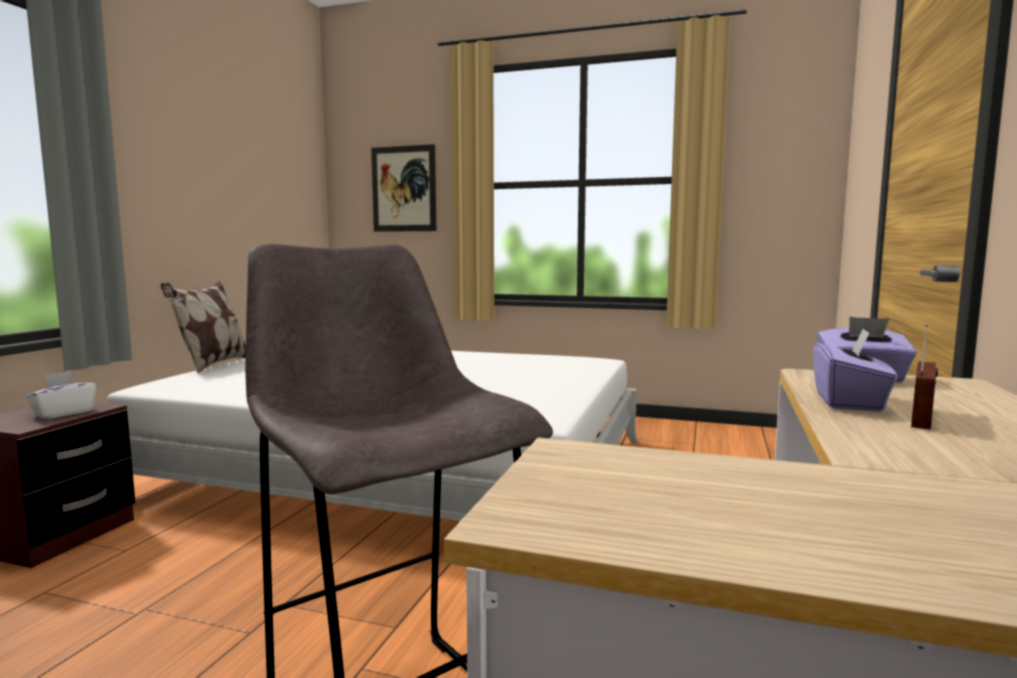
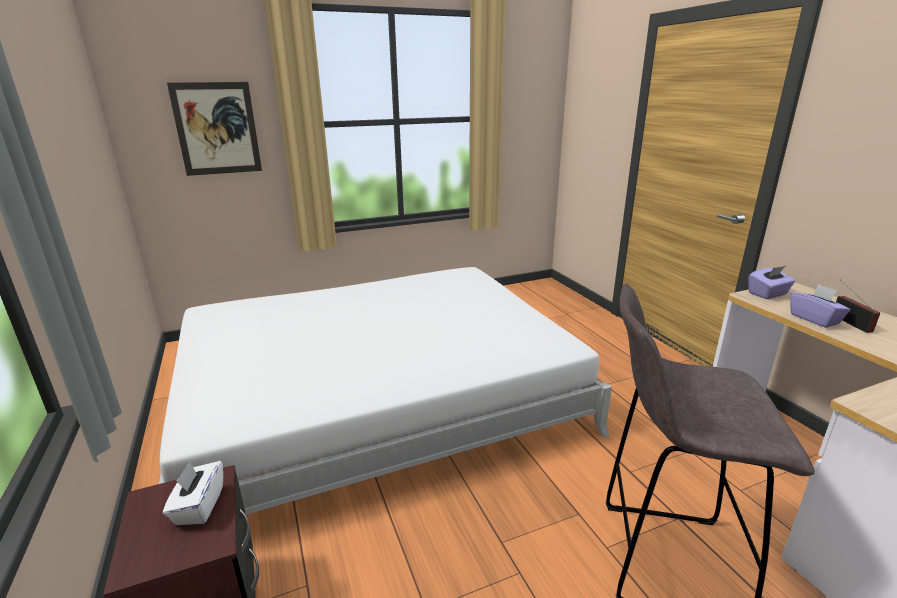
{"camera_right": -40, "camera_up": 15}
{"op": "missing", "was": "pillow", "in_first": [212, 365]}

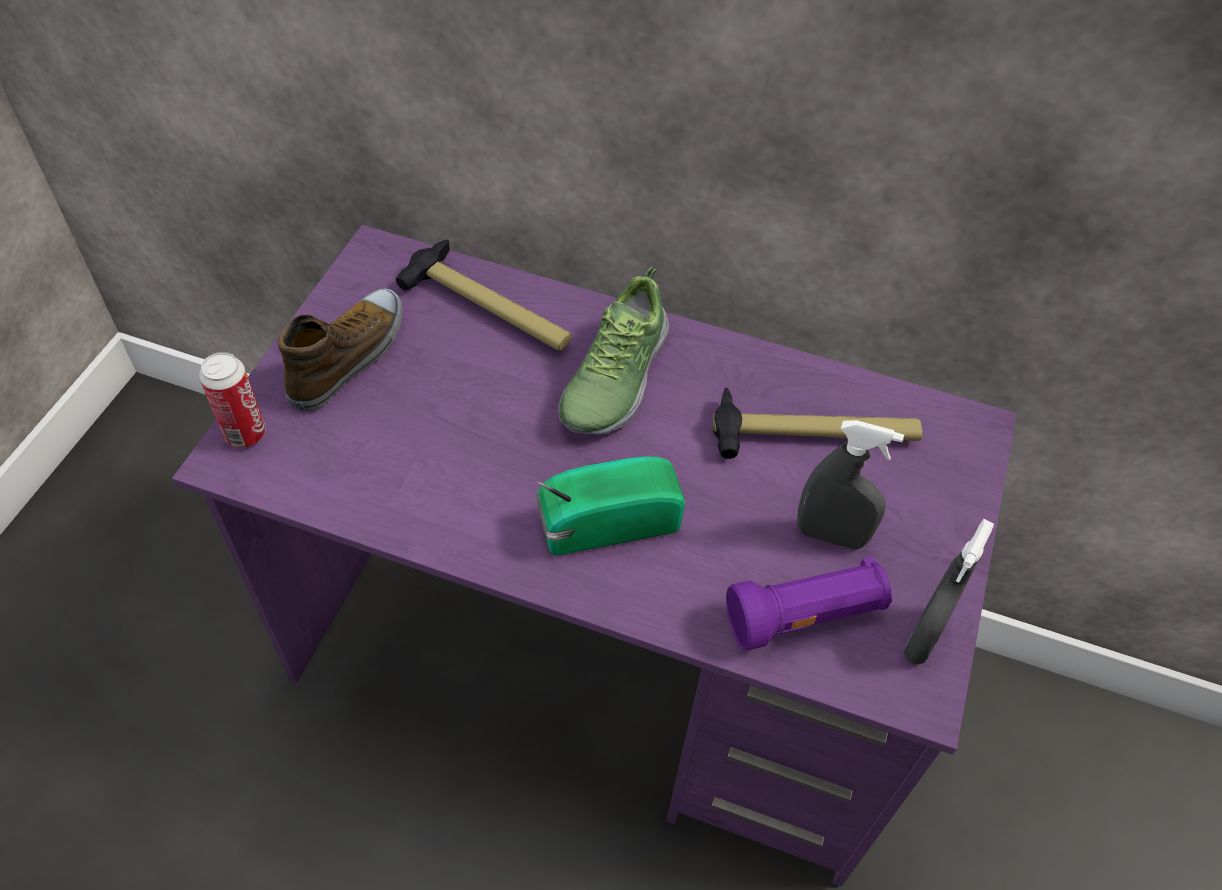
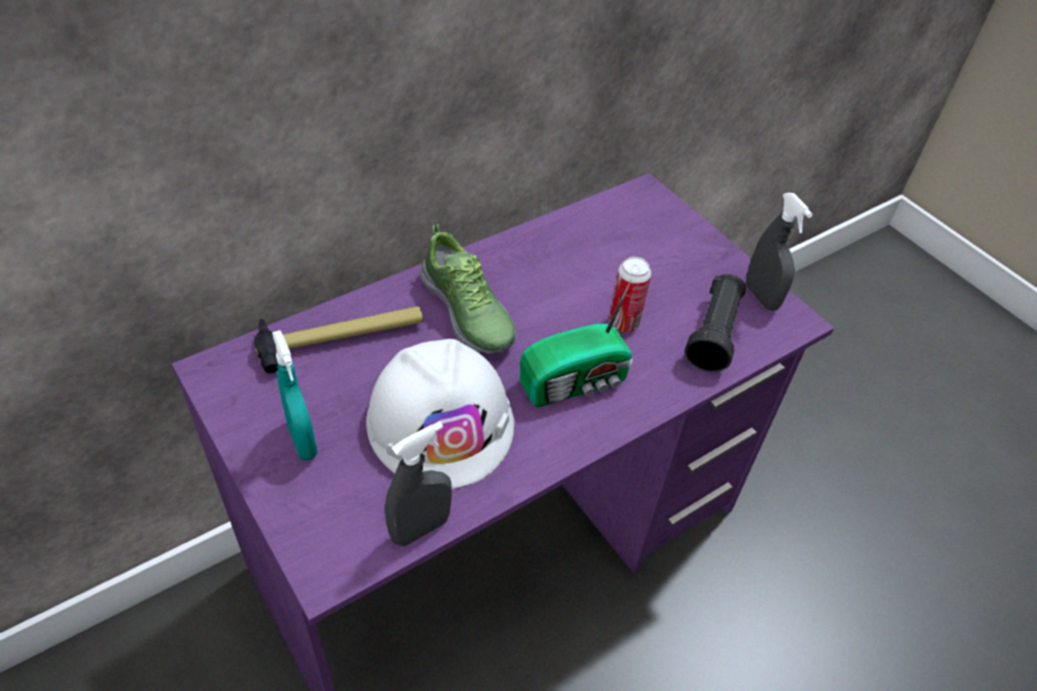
{"camera_right": -55, "camera_up": -5}
{"op": "missing", "was": "hammer", "in_first": [814, 434]}
{"op": "appeared", "now": "hard hat/white", "in_second": [441, 421]}
{"op": "relocated", "was": "can", "in_first": [245, 434], "in_second": [623, 323]}
{"op": "relocated", "was": "spray bottle/grey", "in_first": [831, 535], "in_second": [420, 528]}
{"op": "exchanged", "was": "shoe", "now": "spray bottle/turquoise", "in_first": [349, 357], "in_second": [302, 440]}
{"op": "colour", "was": "flashlight/purple", "now": "flashlight/black", "in_first": [805, 616], "in_second": [714, 334]}
{"op": "spun", "was": "radio", "in_first": [604, 522], "in_second": [577, 382], "clockwise": -135}

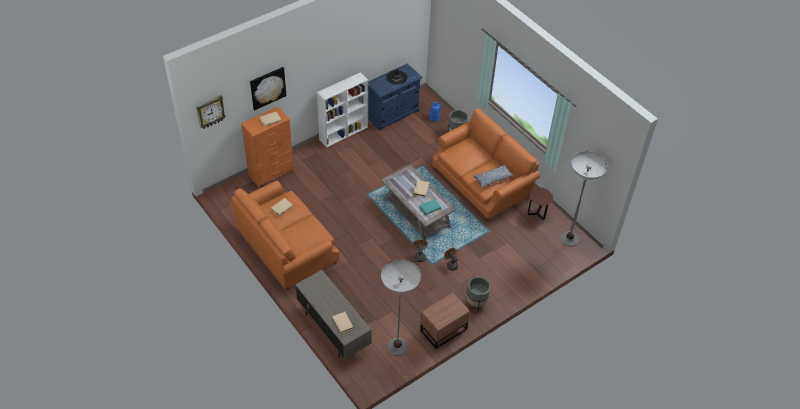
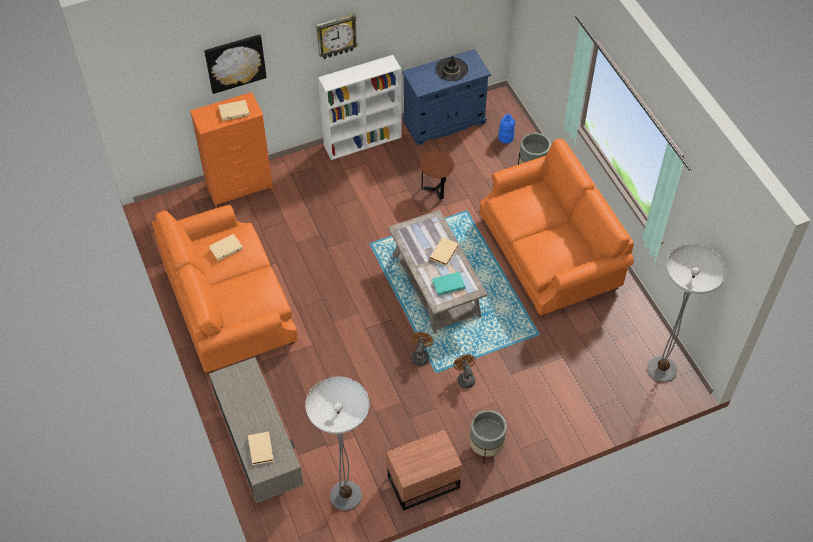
{"camera_right": 15, "camera_up": 5}
{"op": "missing", "was": "pillow", "in_first": [492, 178]}
{"op": "relocated", "was": "wall clock", "in_first": [210, 112], "in_second": [336, 36]}
{"op": "relocated", "was": "side table/brown", "in_first": [537, 214], "in_second": [436, 189]}

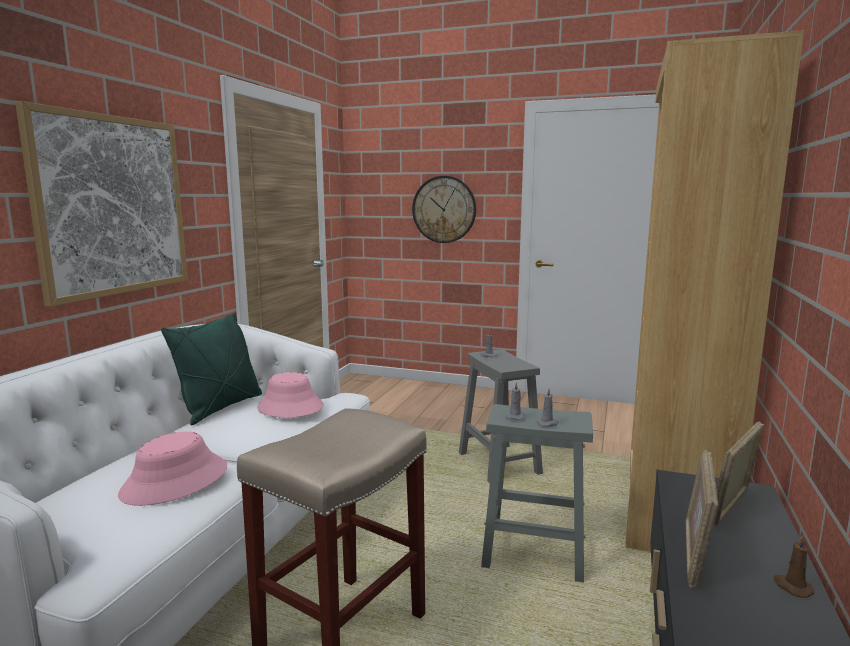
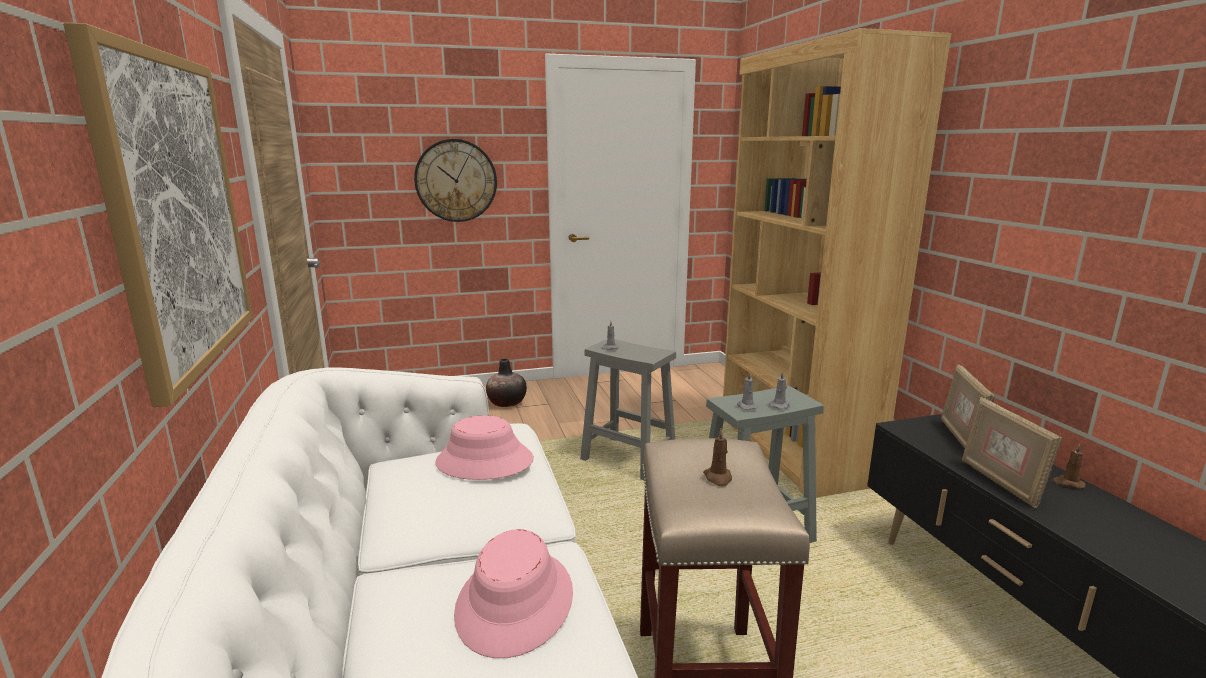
{"camera_right": -35, "camera_up": 5}
{"op": "missing", "was": "pillow/green", "in_first": [220, 407]}
{"op": "appeared", "now": "vase", "in_second": [507, 403]}
{"op": "appeared", "now": "candle/brown", "in_second": [718, 478]}

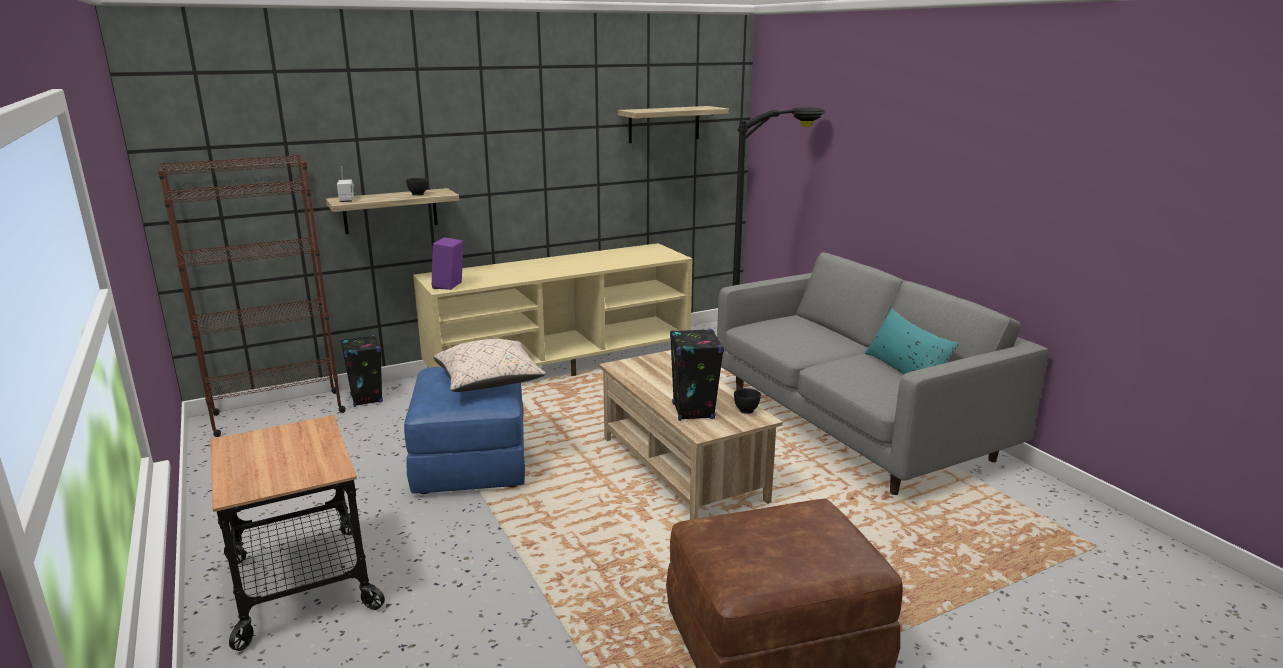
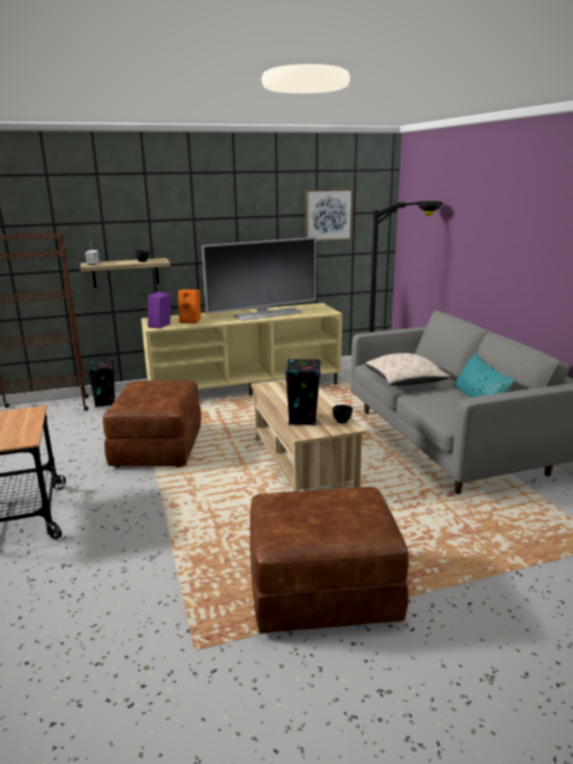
{"camera_right": 10, "camera_up": 0}
{"op": "appeared", "now": "speaker/orange", "in_second": [191, 321]}
{"op": "appeared", "now": "television", "in_second": [267, 314]}
{"op": "relocated", "was": "pillow/beige", "in_first": [489, 382], "in_second": [405, 382]}
{"op": "exchanged", "was": "shelf", "now": "picture", "in_first": [664, 124], "in_second": [328, 215]}
{"op": "colour", "was": "ottoman/blue", "now": "ottoman/brown", "in_first": [470, 461], "in_second": [157, 447]}

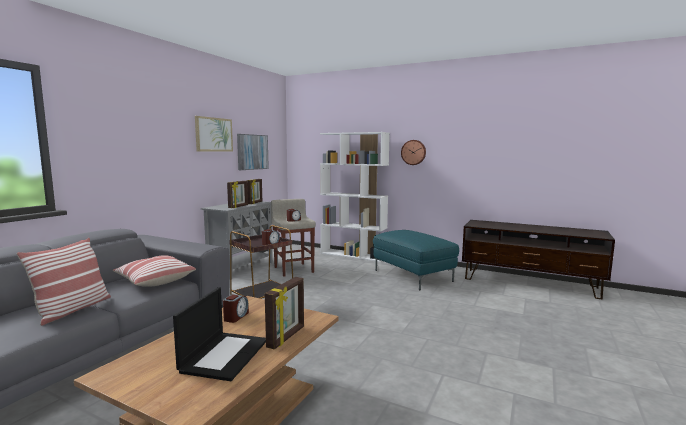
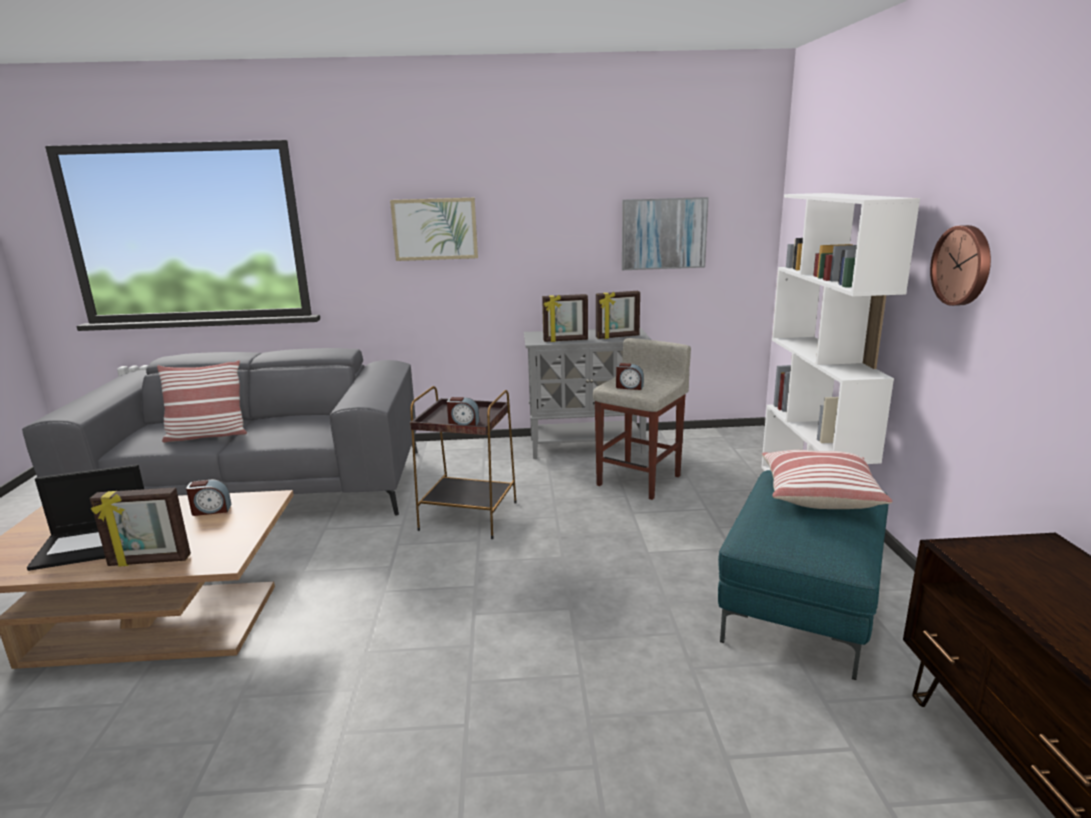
{"camera_right": 60, "camera_up": 10}
{"op": "relocated", "was": "pillow", "in_first": [154, 281], "in_second": [818, 494]}
{"op": "relocated", "was": "picture", "in_first": [213, 134], "in_second": [435, 229]}

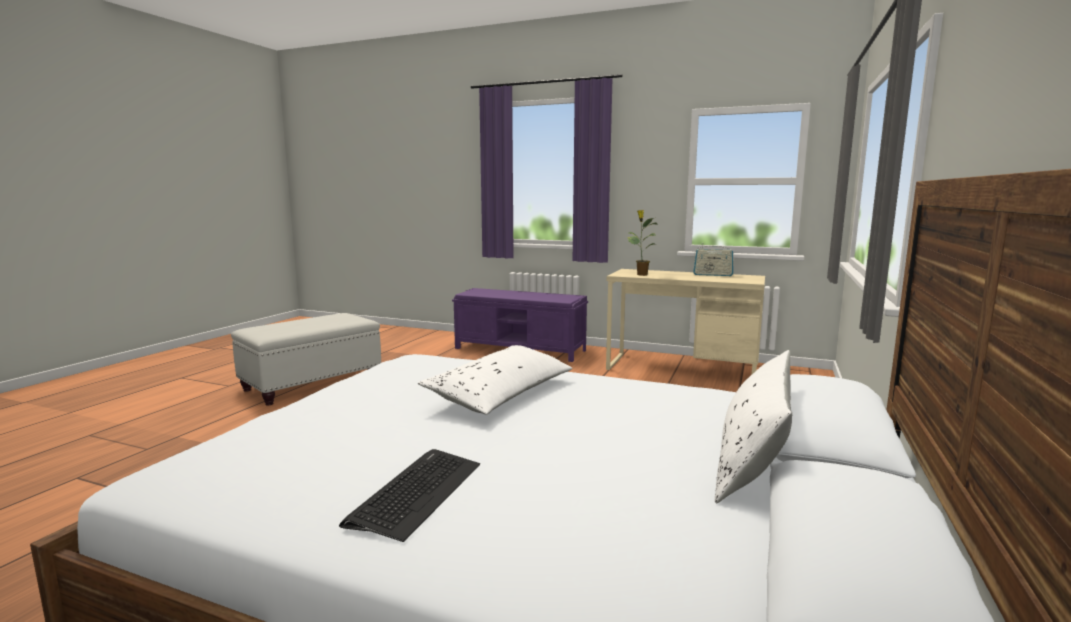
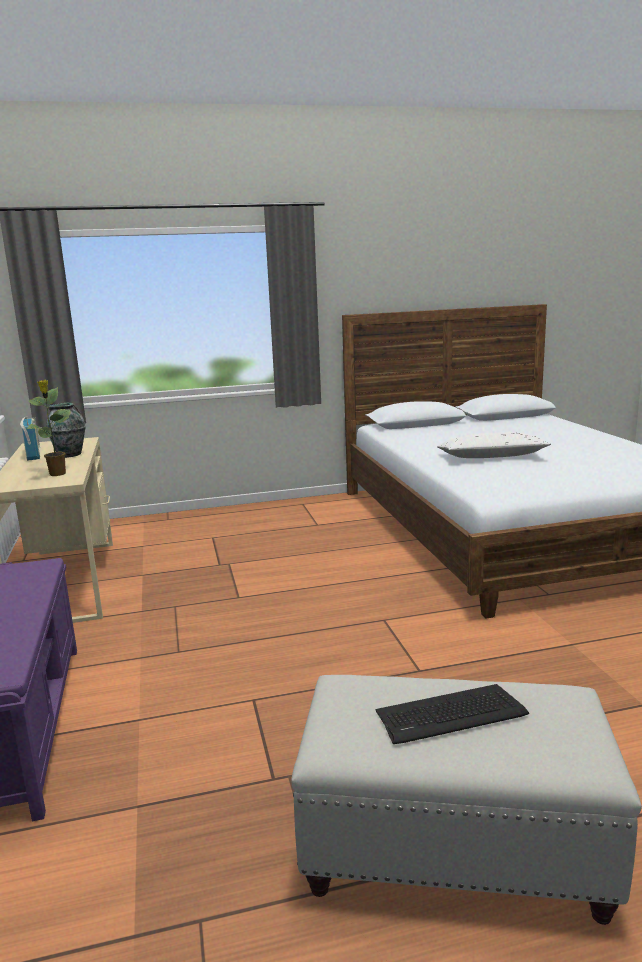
{"camera_right": -125, "camera_up": 5}
{"op": "missing", "was": "pillow/white", "in_first": [753, 459]}
{"op": "appeared", "now": "vase", "in_second": [70, 455]}
{"op": "relocated", "was": "keyboard", "in_first": [416, 493], "in_second": [450, 715]}

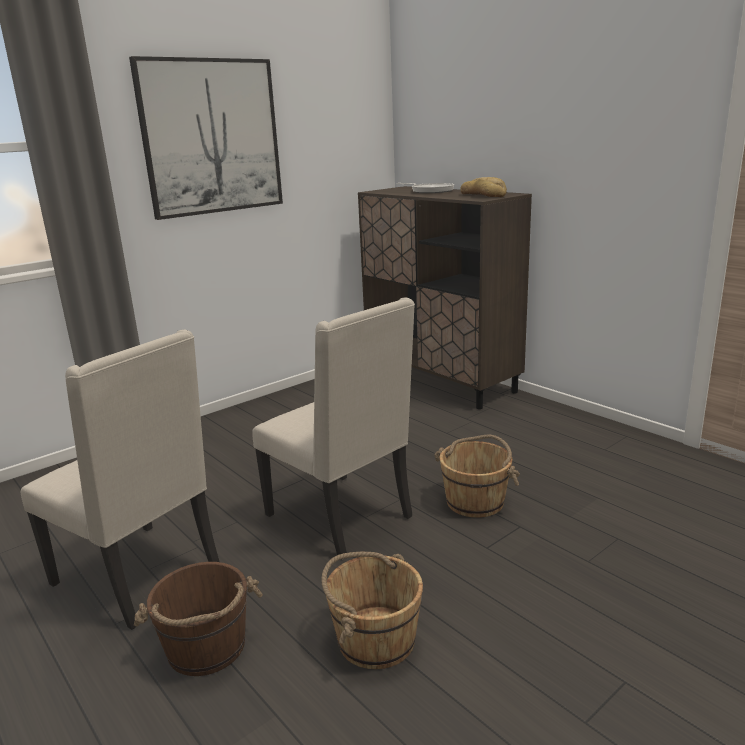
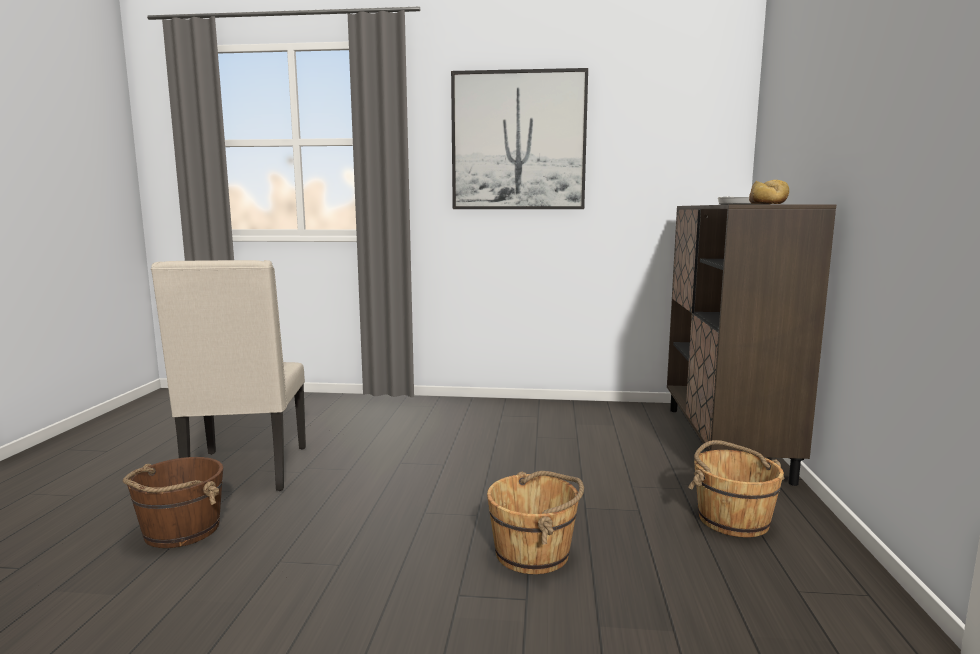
{"camera_right": 45, "camera_up": -10}
{"op": "missing", "was": "chair/beige", "in_first": [342, 516]}
{"op": "relocated", "was": "bucket/brown", "in_first": [375, 639], "in_second": [732, 519]}

